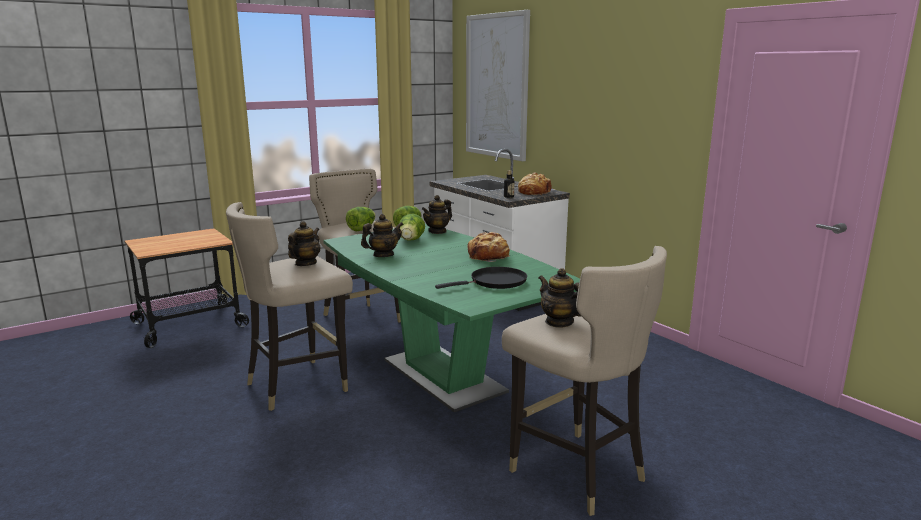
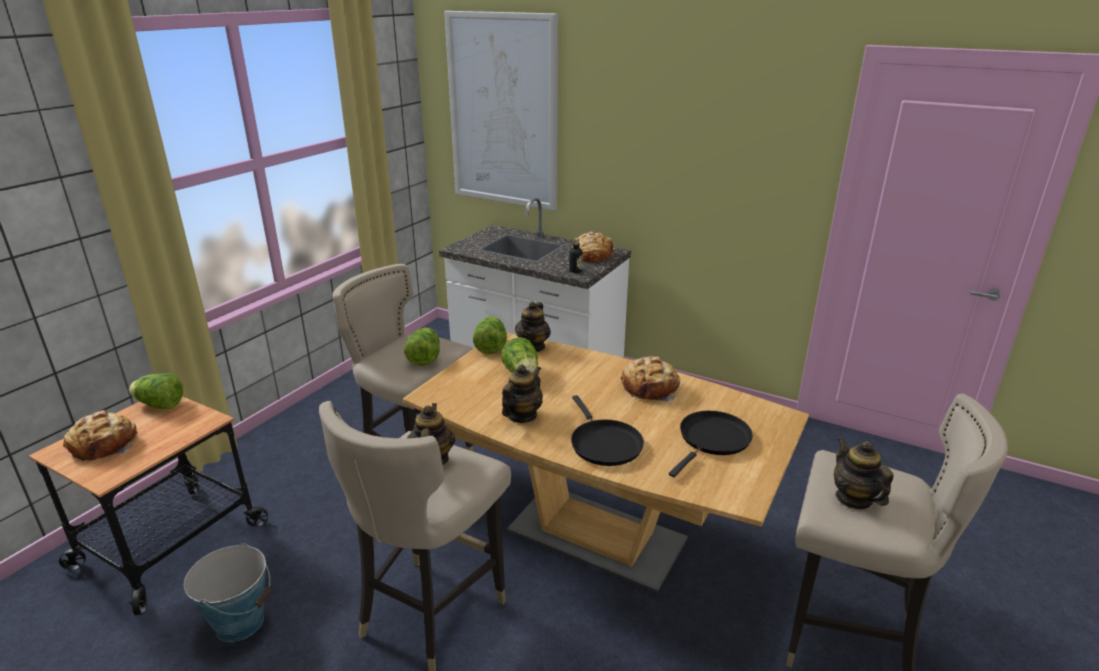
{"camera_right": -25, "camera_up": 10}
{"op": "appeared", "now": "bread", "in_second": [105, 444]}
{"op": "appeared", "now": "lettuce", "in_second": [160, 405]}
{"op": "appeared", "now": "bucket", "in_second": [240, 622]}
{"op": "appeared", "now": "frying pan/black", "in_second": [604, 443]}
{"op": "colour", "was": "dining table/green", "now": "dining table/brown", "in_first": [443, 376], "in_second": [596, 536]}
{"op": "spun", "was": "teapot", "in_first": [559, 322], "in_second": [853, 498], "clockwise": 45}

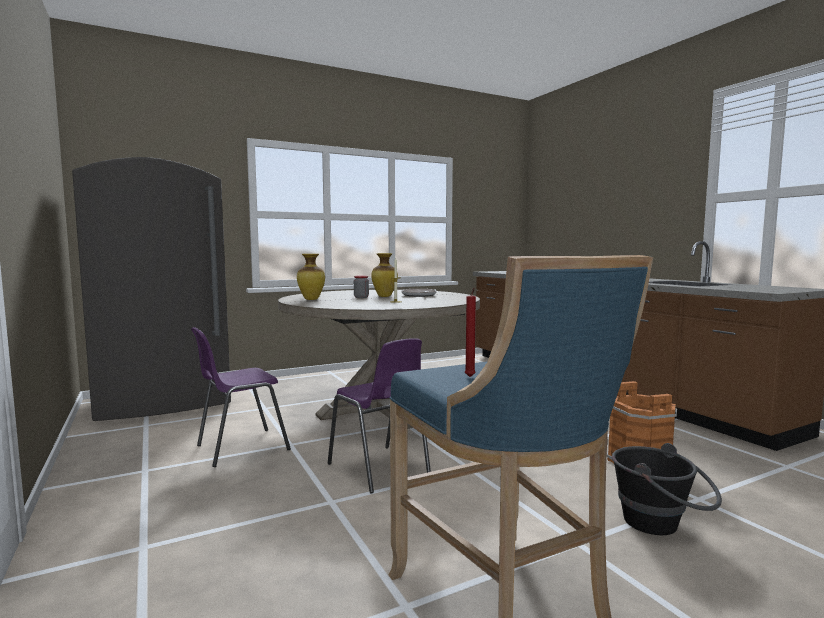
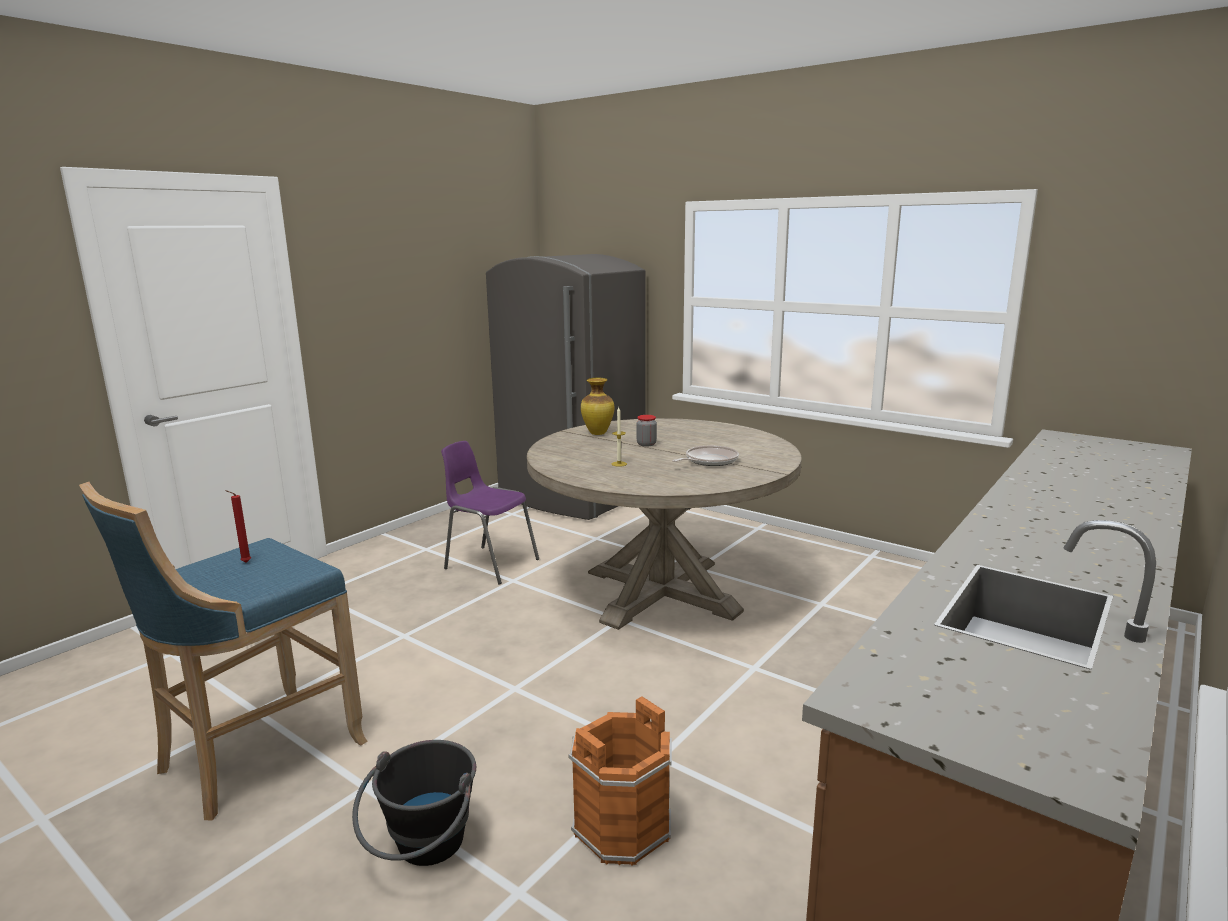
{"camera_right": 65, "camera_up": 10}
{"op": "missing", "was": "chair/purple", "in_first": [380, 469]}
{"op": "missing", "was": "vase", "in_first": [384, 296]}

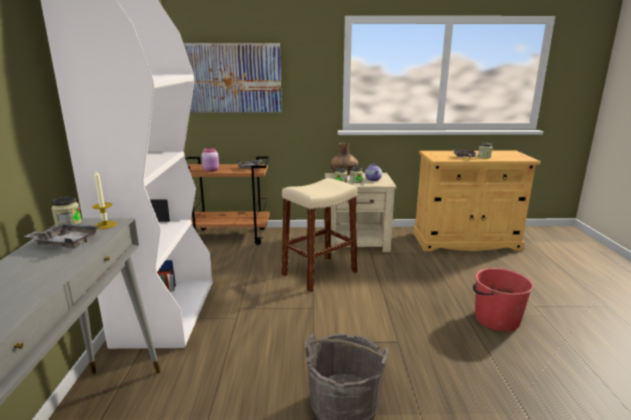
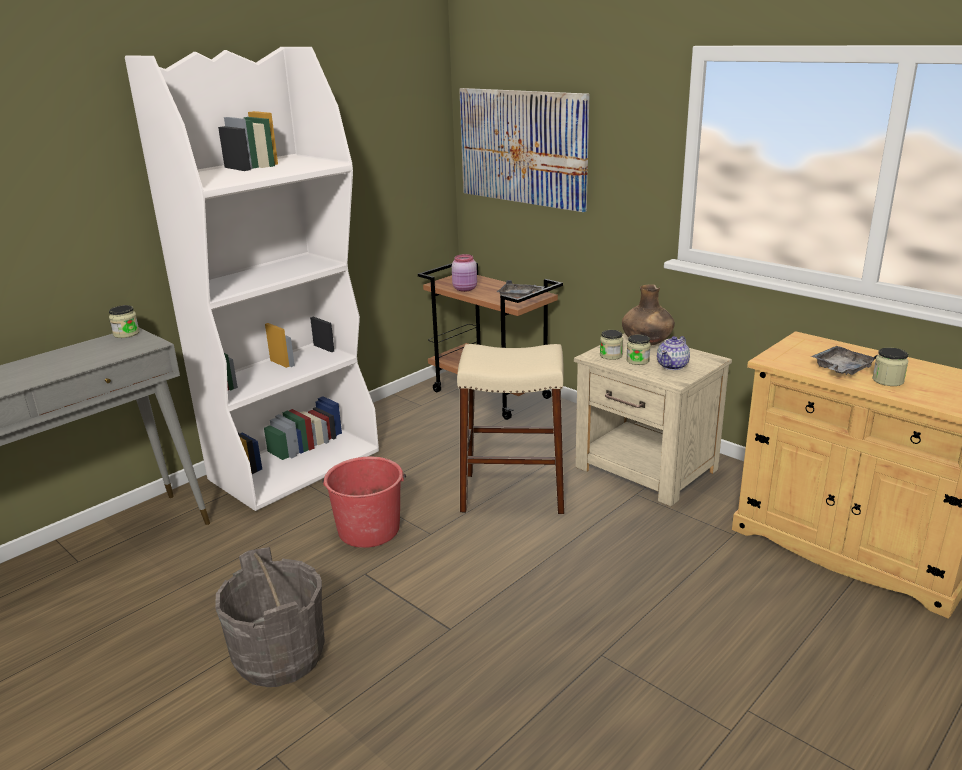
{"camera_right": 45, "camera_up": 5}
{"op": "missing", "was": "tray/grey", "in_first": [66, 242]}
{"op": "missing", "was": "candle", "in_first": [105, 225]}
{"op": "relocated", "was": "bucket/red", "in_first": [496, 319], "in_second": [369, 529]}

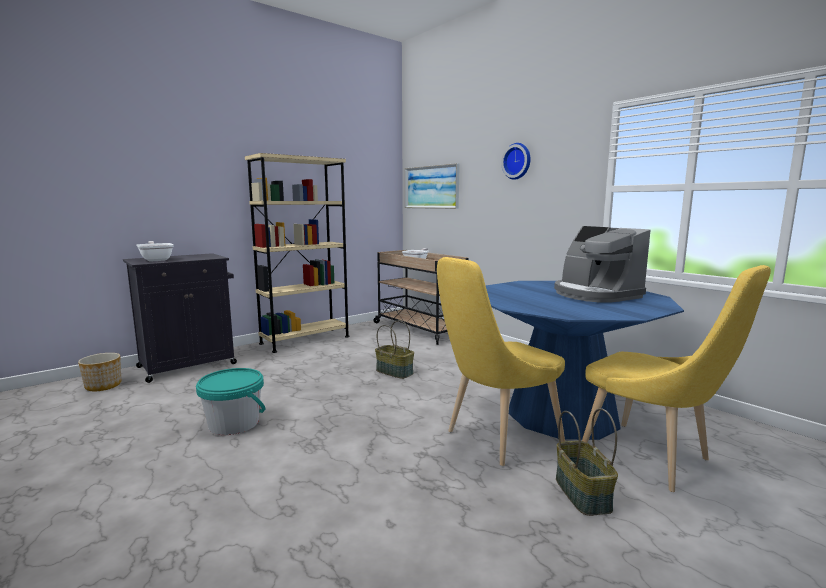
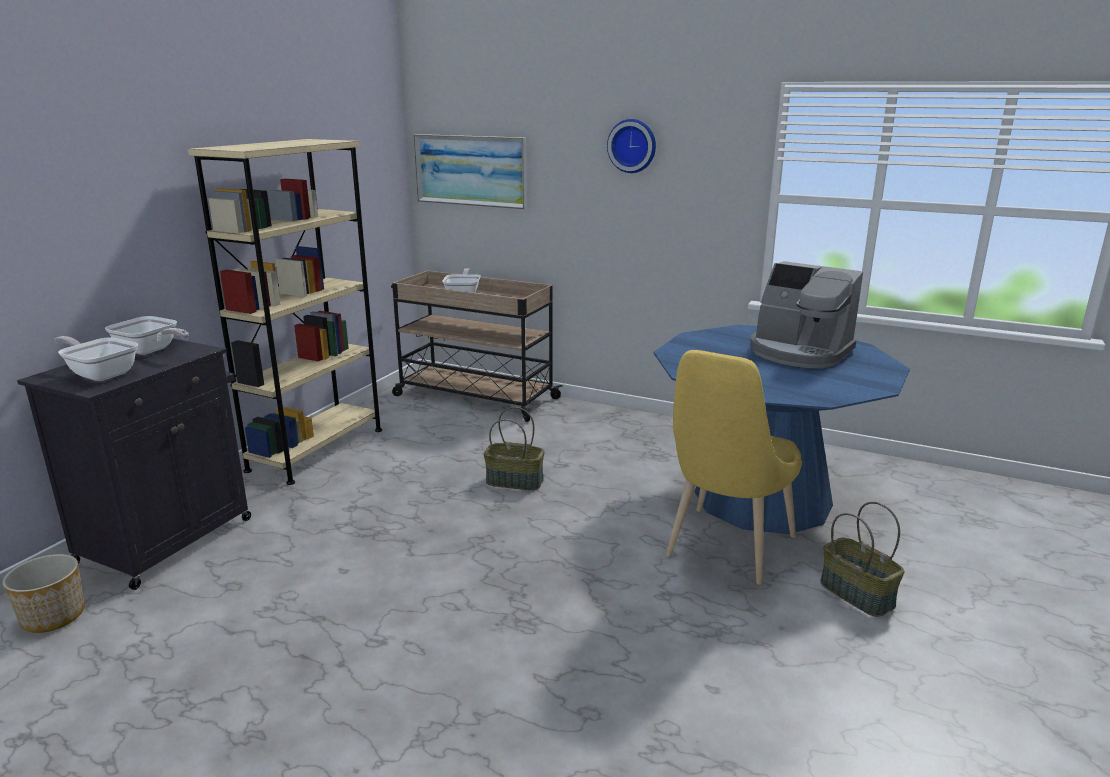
{"camera_right": -25, "camera_up": 10}
{"op": "missing", "was": "bucket/turquoise", "in_first": [234, 423]}
{"op": "missing", "was": "chair/yellow", "in_first": [652, 459]}
{"op": "appeared", "now": "frying pan", "in_second": [150, 351]}

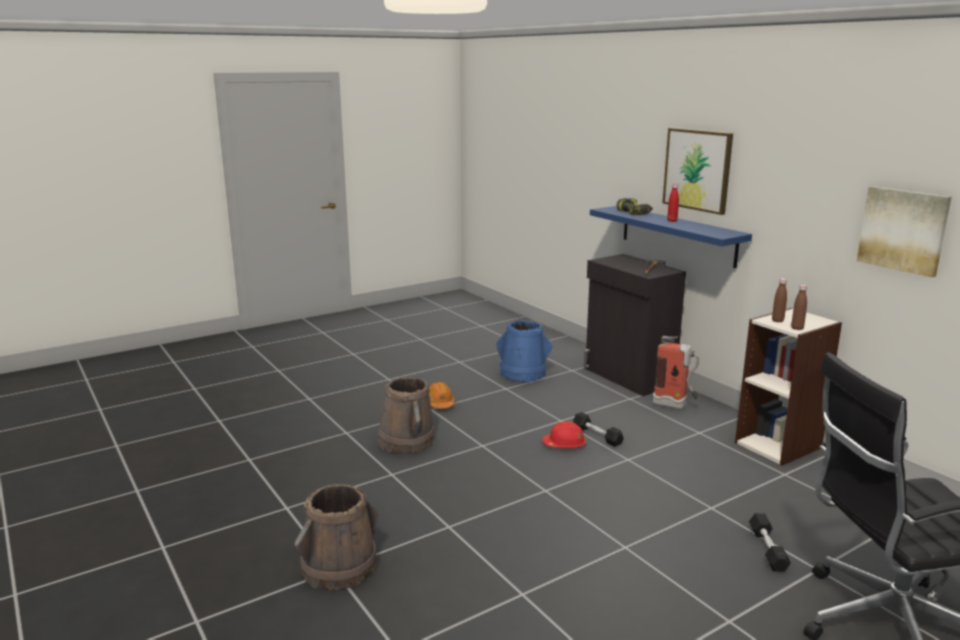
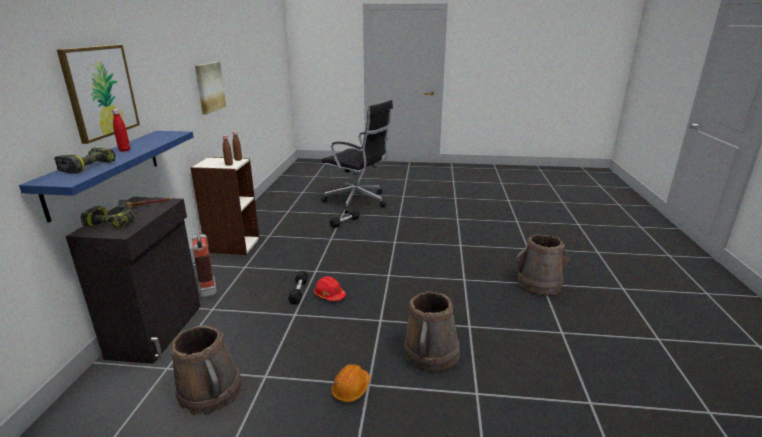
{"camera_right": -140, "camera_up": 5}
{"op": "appeared", "now": "power drill", "in_second": [112, 223]}
{"op": "colour", "was": "bucket/blue", "now": "bucket/brown", "in_first": [523, 373], "in_second": [210, 392]}

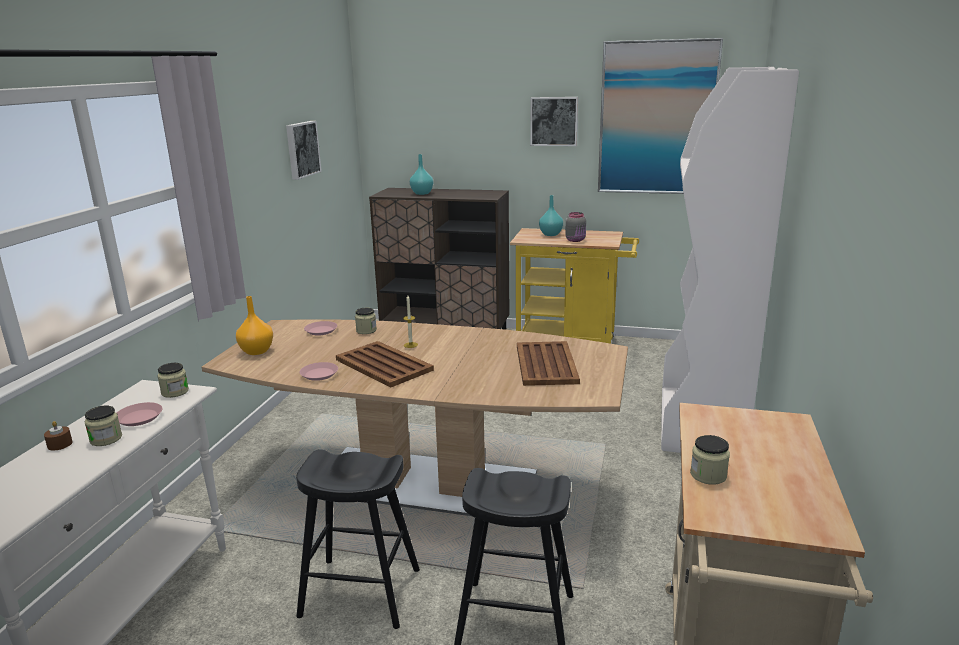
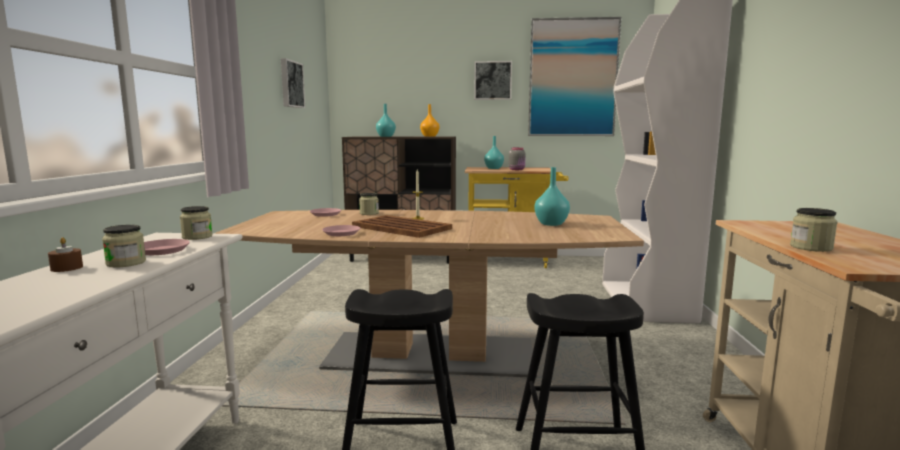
{"camera_right": -10, "camera_up": -10}
{"op": "relocated", "was": "vase/orange", "in_first": [257, 351], "in_second": [430, 136]}
{"op": "exchanged", "was": "tray/brown", "now": "vase/turquoise", "in_first": [546, 364], "in_second": [551, 224]}

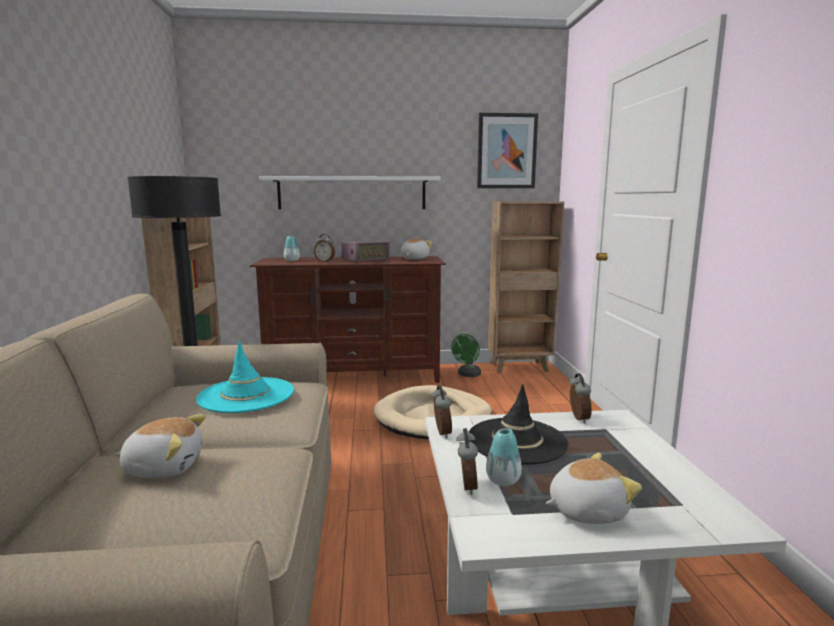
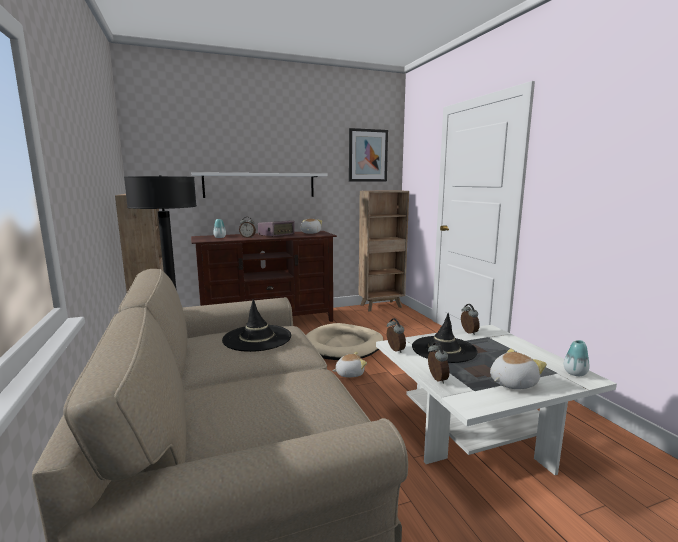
{"camera_right": -15, "camera_up": 0}
{"op": "missing", "was": "fan/green", "in_first": [467, 375]}
{"op": "relocated", "was": "plush toy", "in_first": [164, 467], "in_second": [349, 373]}
{"op": "relocated", "was": "vase", "in_first": [503, 480], "in_second": [575, 373]}
{"op": "colour", "was": "hat/turquoise", "now": "hat/black", "in_first": [246, 395], "in_second": [257, 338]}

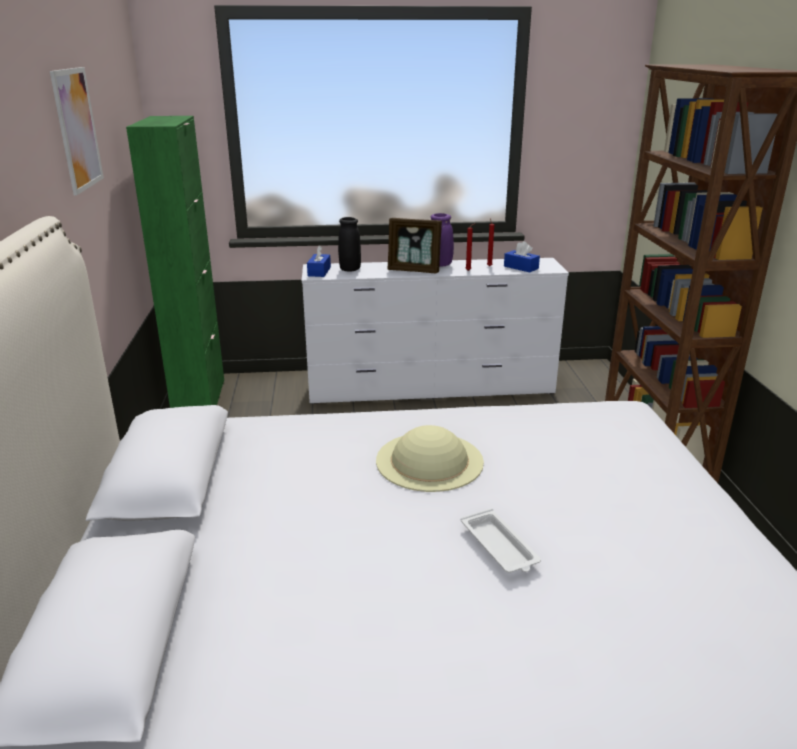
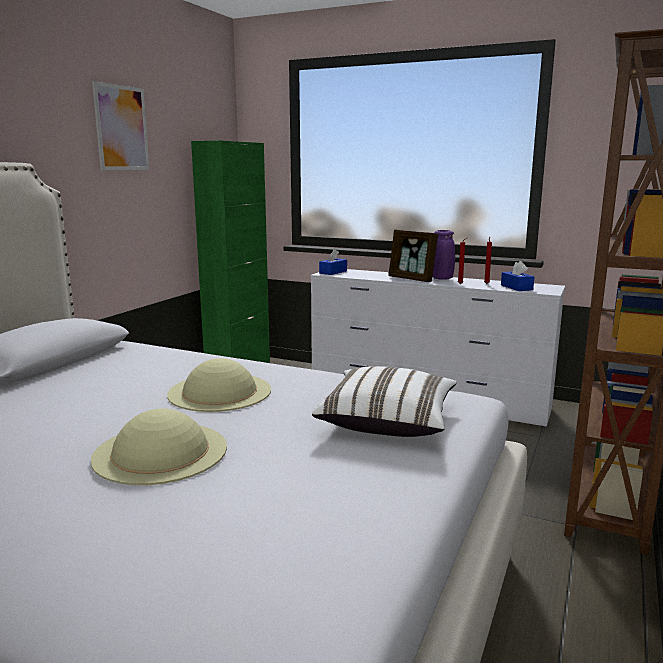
{"camera_right": 30, "camera_up": -10}
{"op": "missing", "was": "vase/black", "in_first": [350, 269]}
{"op": "appeared", "now": "pillow/white", "in_second": [388, 421]}
{"op": "exchanged", "was": "tray/white", "now": "hat/beige", "in_first": [499, 547], "in_second": [160, 452]}

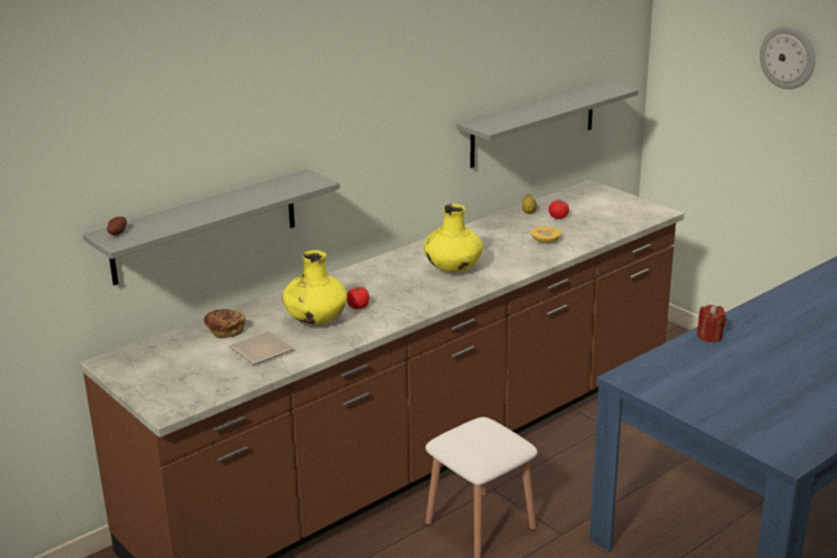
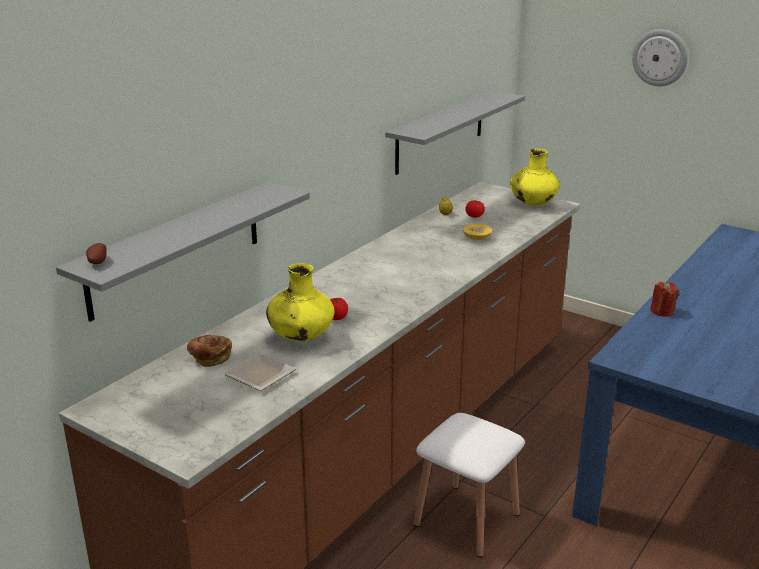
{"camera_right": -15, "camera_up": 0}
{"op": "relocated", "was": "vase/yellow", "in_first": [453, 269], "in_second": [532, 203]}

